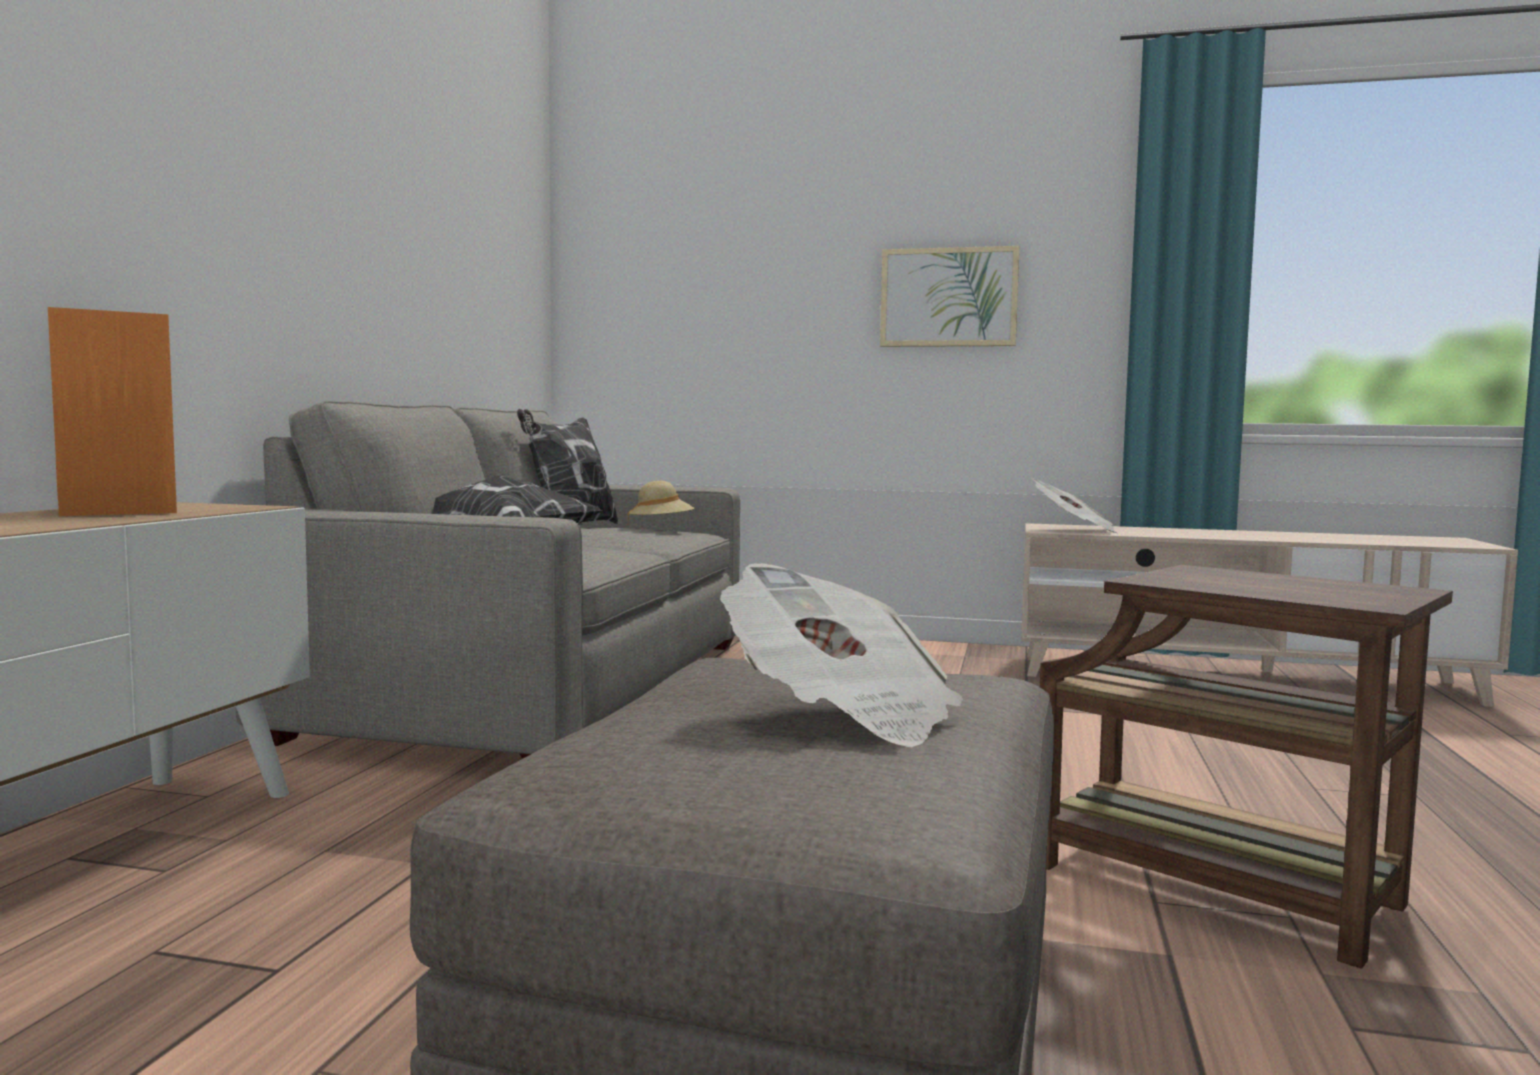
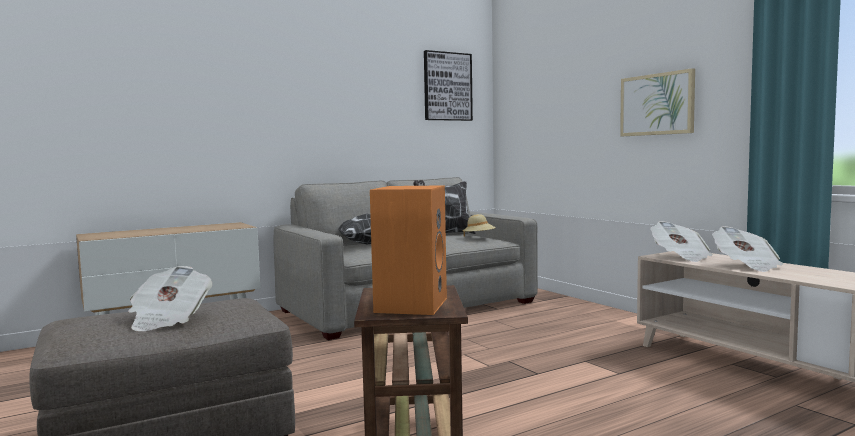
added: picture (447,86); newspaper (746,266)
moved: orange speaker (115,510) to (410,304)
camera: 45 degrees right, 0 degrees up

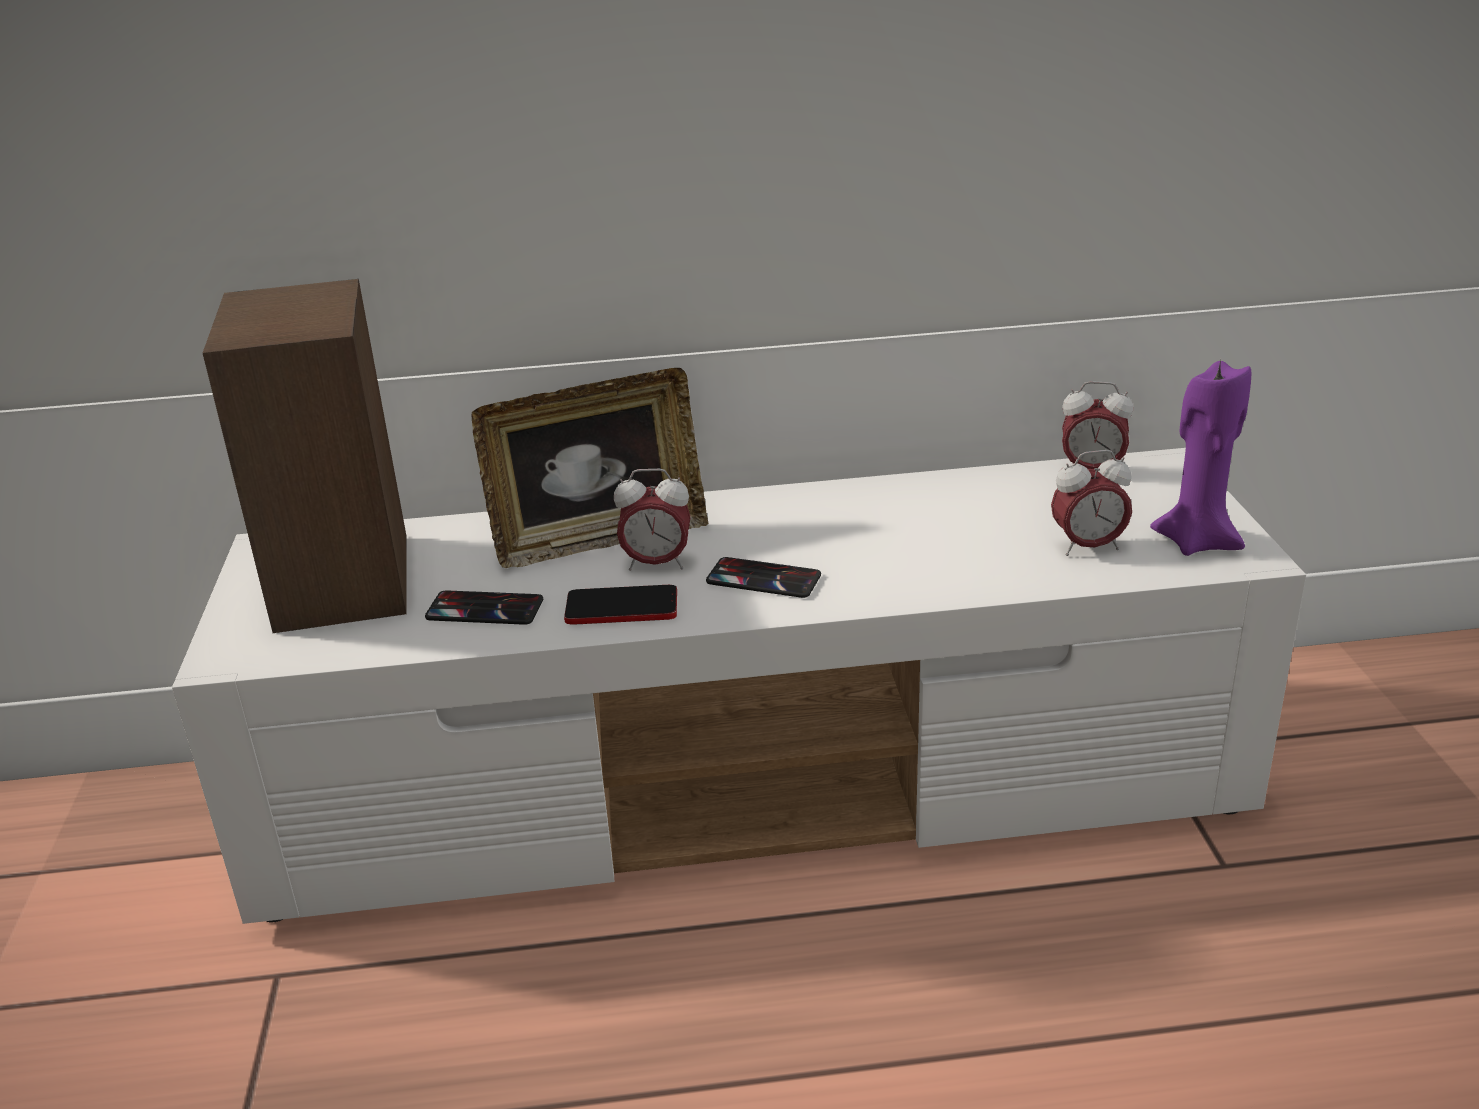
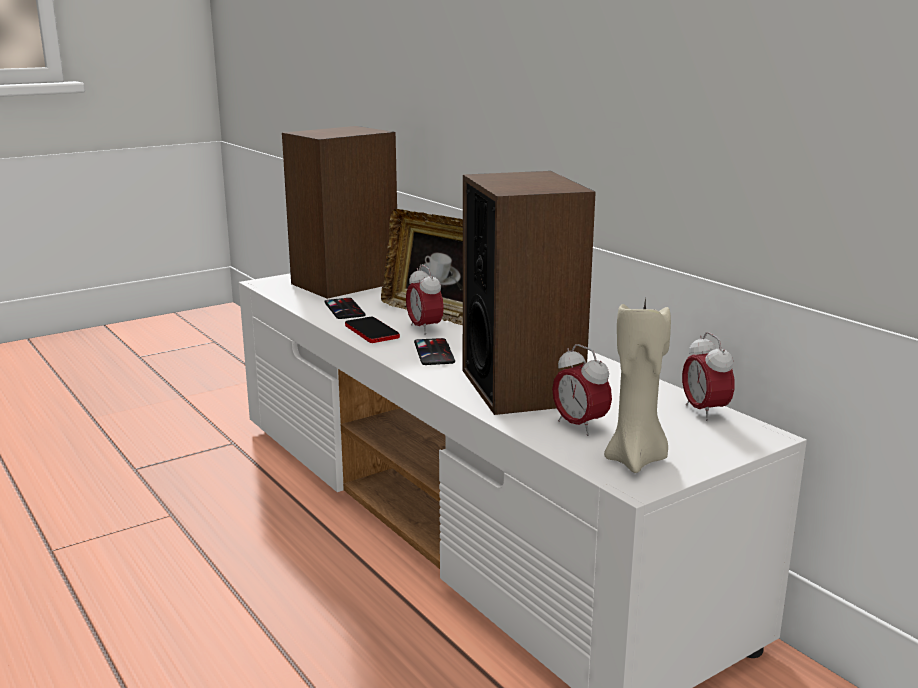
added: speaker (521,387)
recoloured: purple candle (1196,542) to beige candle (636,460)
camera: 60 degrees right, 10 degrees down

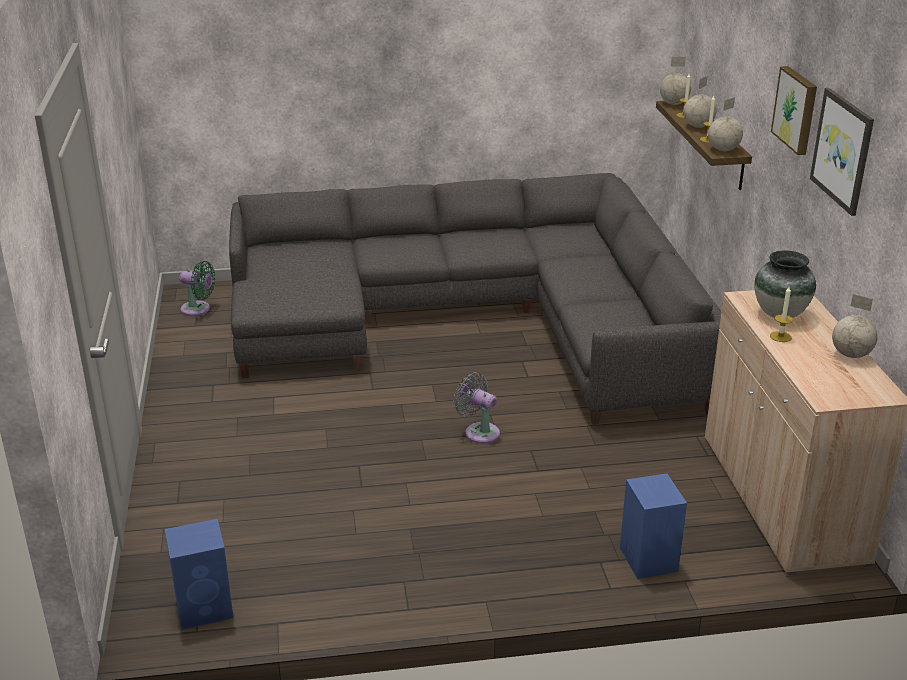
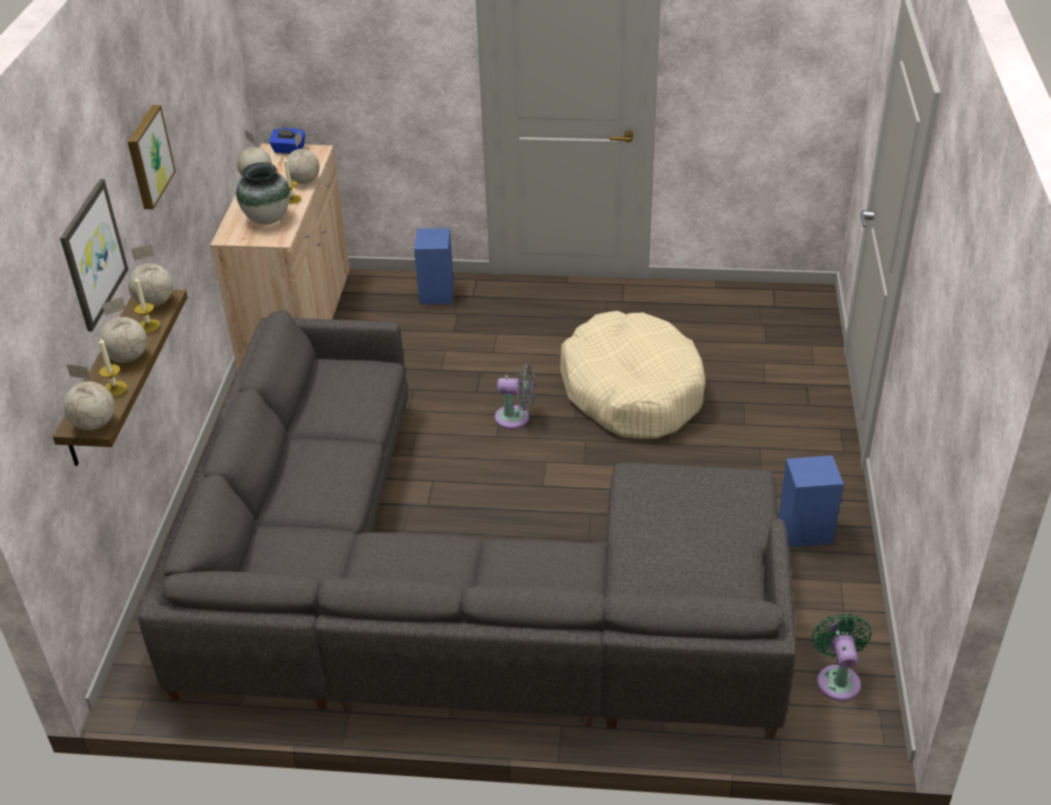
added: blue tissue box (289,150); globe (305,181); beige dog bed (632,391)
moved: picture (843,150) to (92,254); blue speaker (206,608) to (803,531)
turned: grey fan (479,432) = (516,418) 45 degrees counterclockwise; green fan (198,309) = (837,679) 60 degrees clockwise
camera: 165 degrees left, 10 degrees up

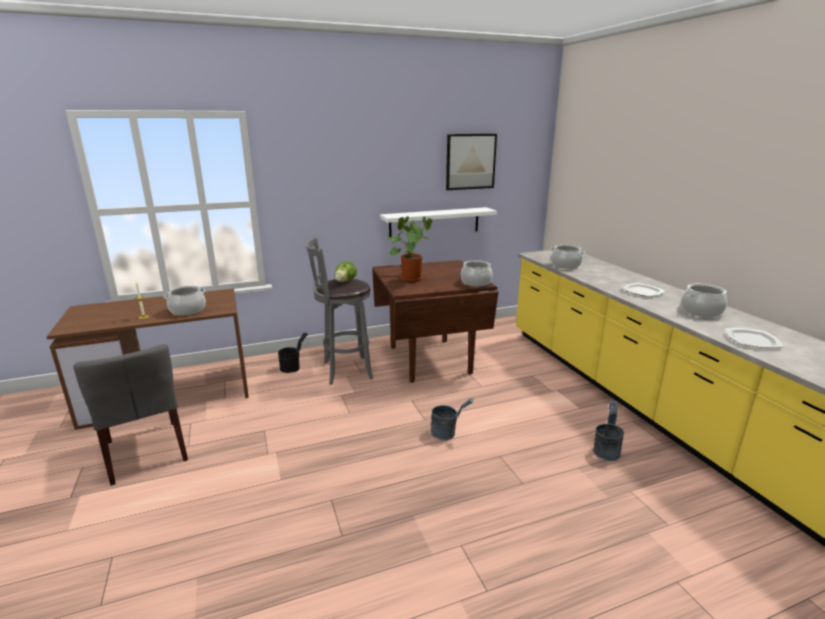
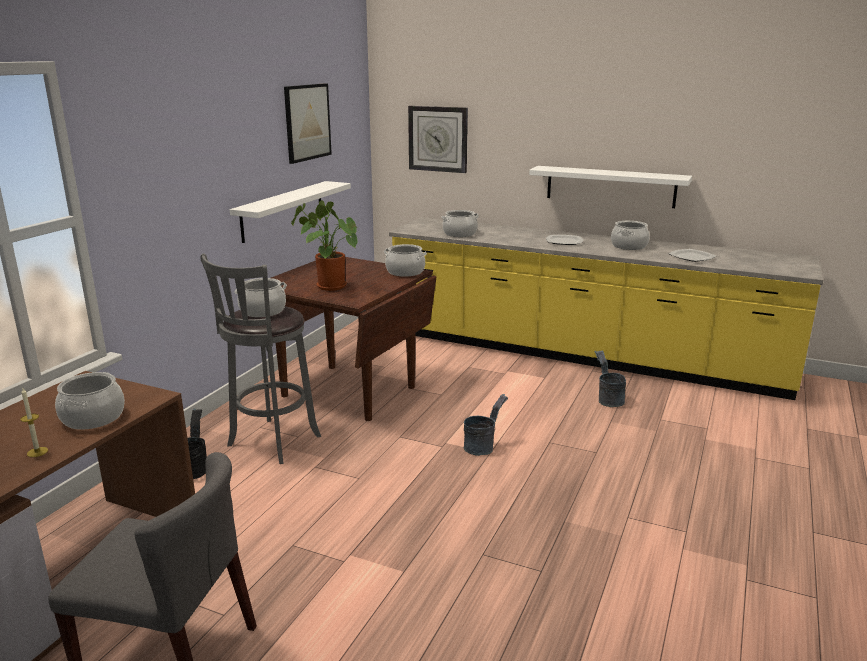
added: wall clock (438,139); white shelf (610,186)
replaced: lettuce (345,282) to cooking pot (263,311)
camera: 45 degrees left, 0 degrees up

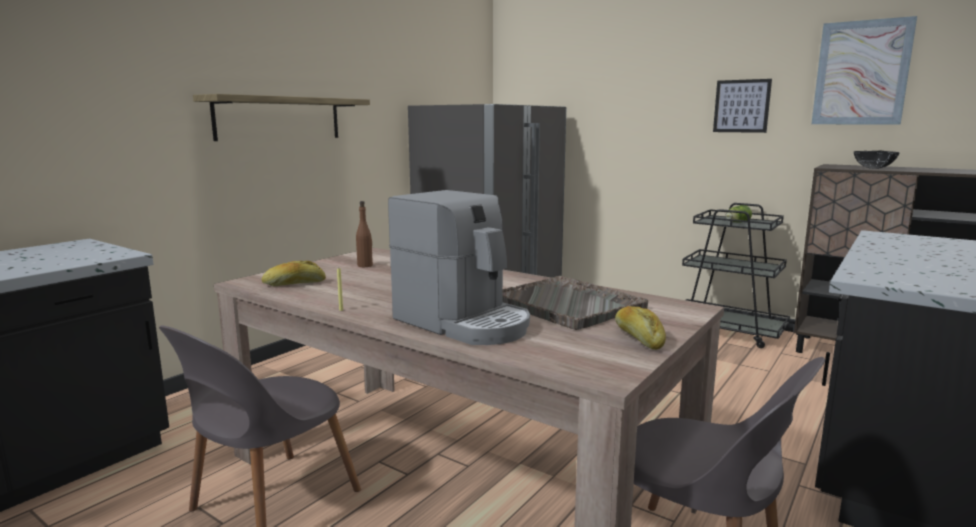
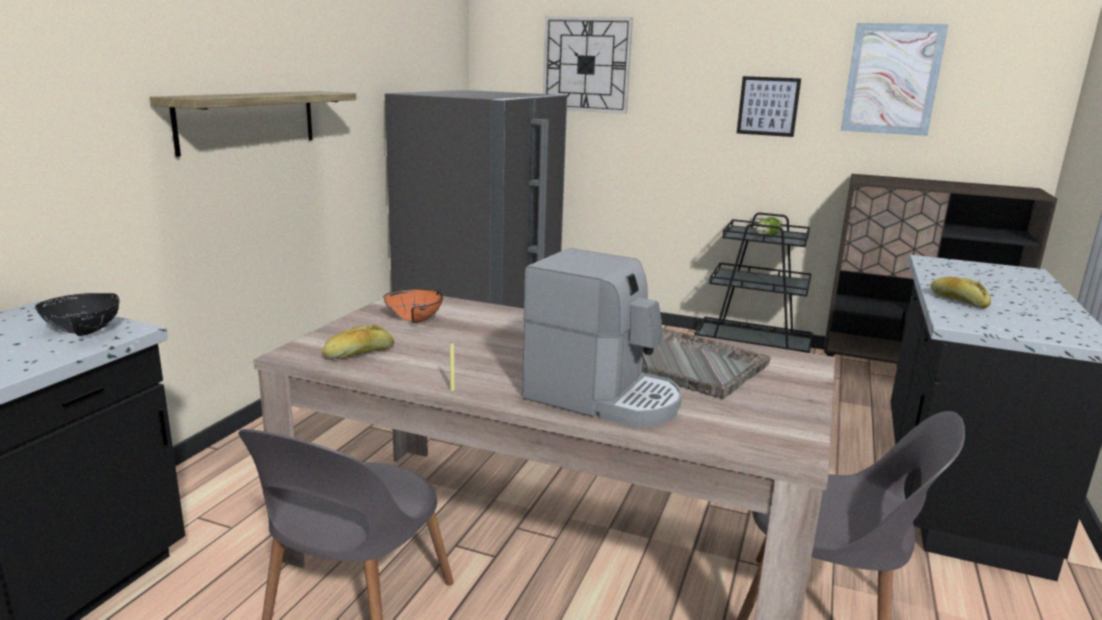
added: wall clock (586,65)
moved: black bowl (874,168) to (89,331); bread (639,338) to (957,301)
replaced: brown bottle (365,265) to orange bowl (418,319)
camera: 15 degrees left, 5 degrees up

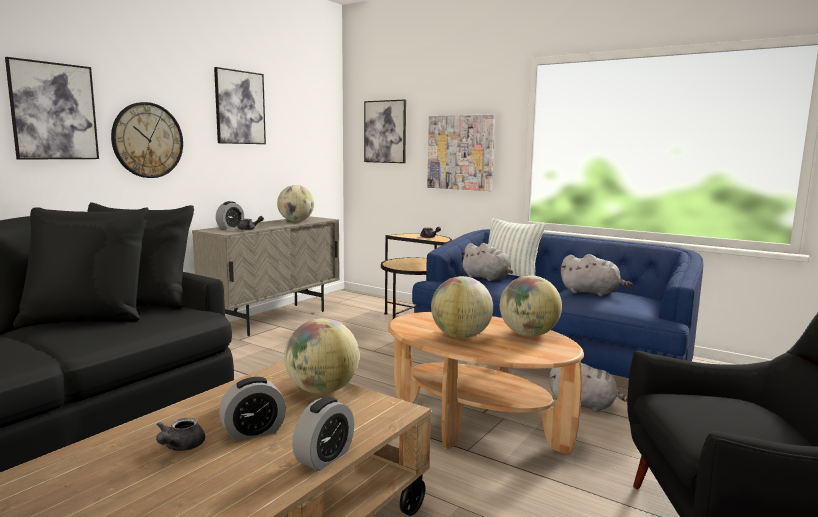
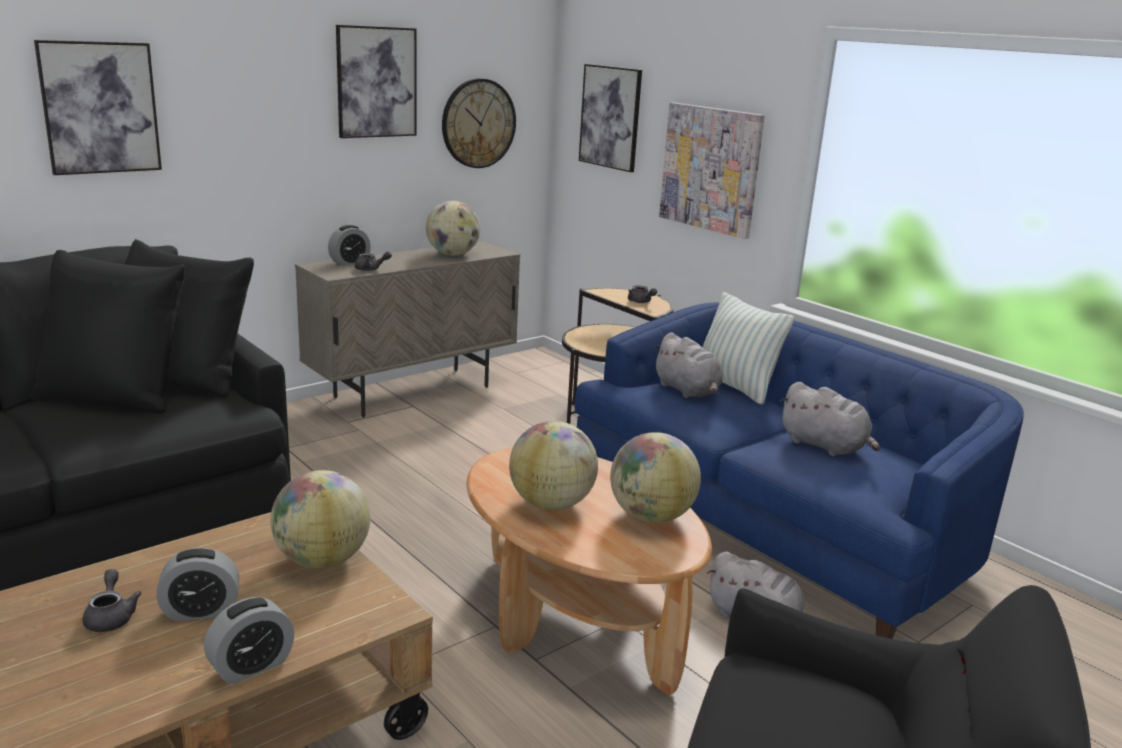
moved: wall clock (147,140) to (478,123)
turned: grey teapot (180,447) = (111,616) 135 degrees clockwise
camera: 15 degrees right, 10 degrees up

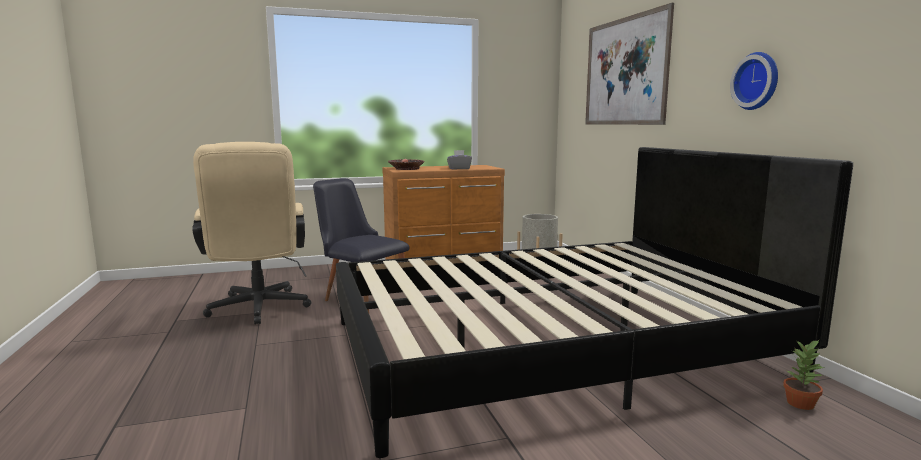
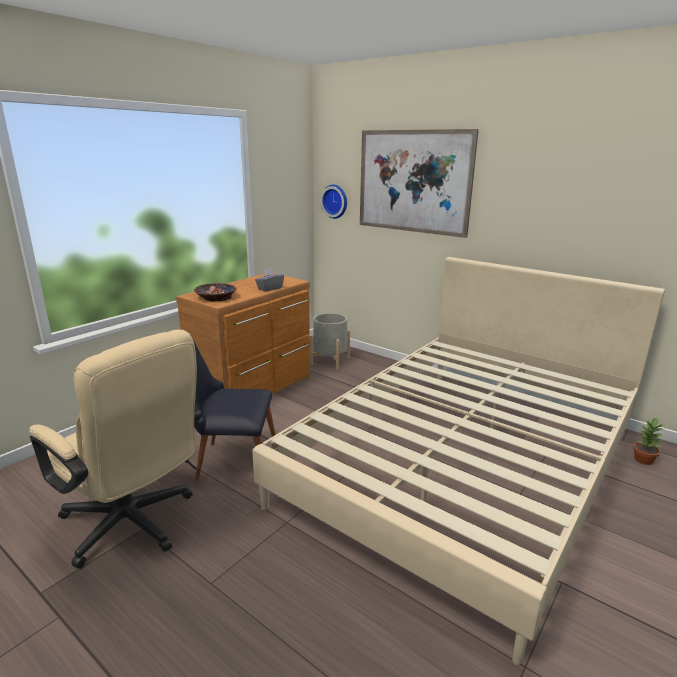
moved: wall clock (757,81) to (335,201)
recoloured: black bed (551,348) to beige bed (465,466)
camera: 35 degrees left, 10 degrees up

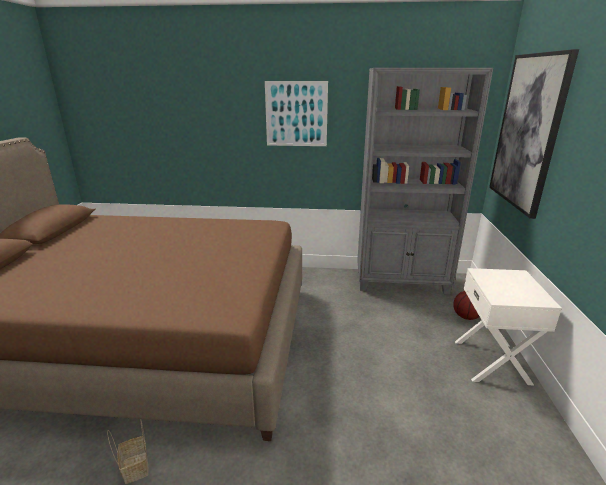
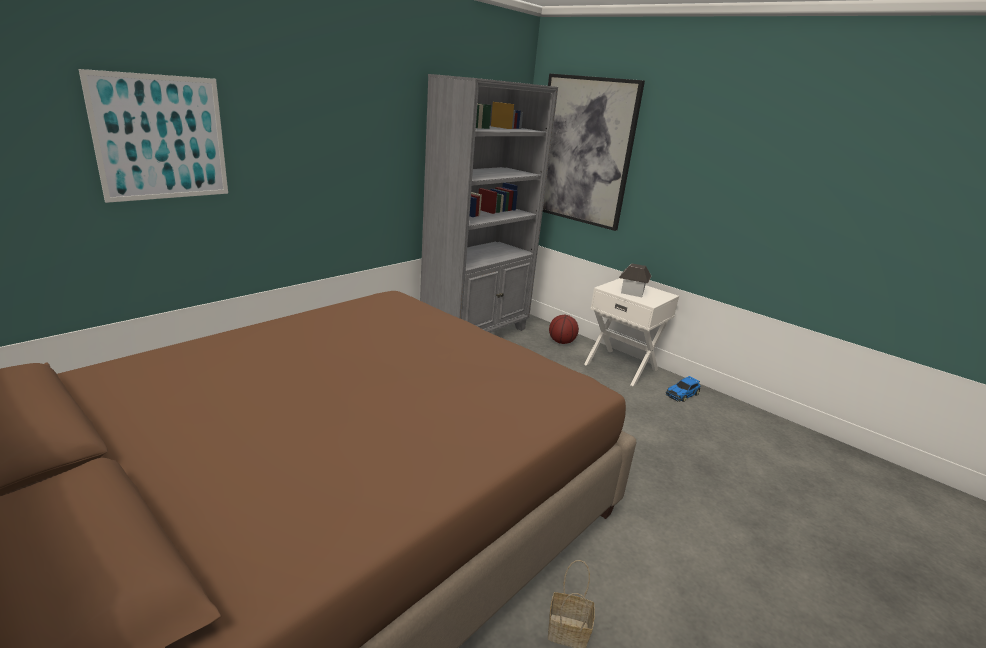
added: toy house (632,291); toy car (682,394)
moved: picture (296,114) to (161,138)
camera: 55 degrees left, 0 degrees up

